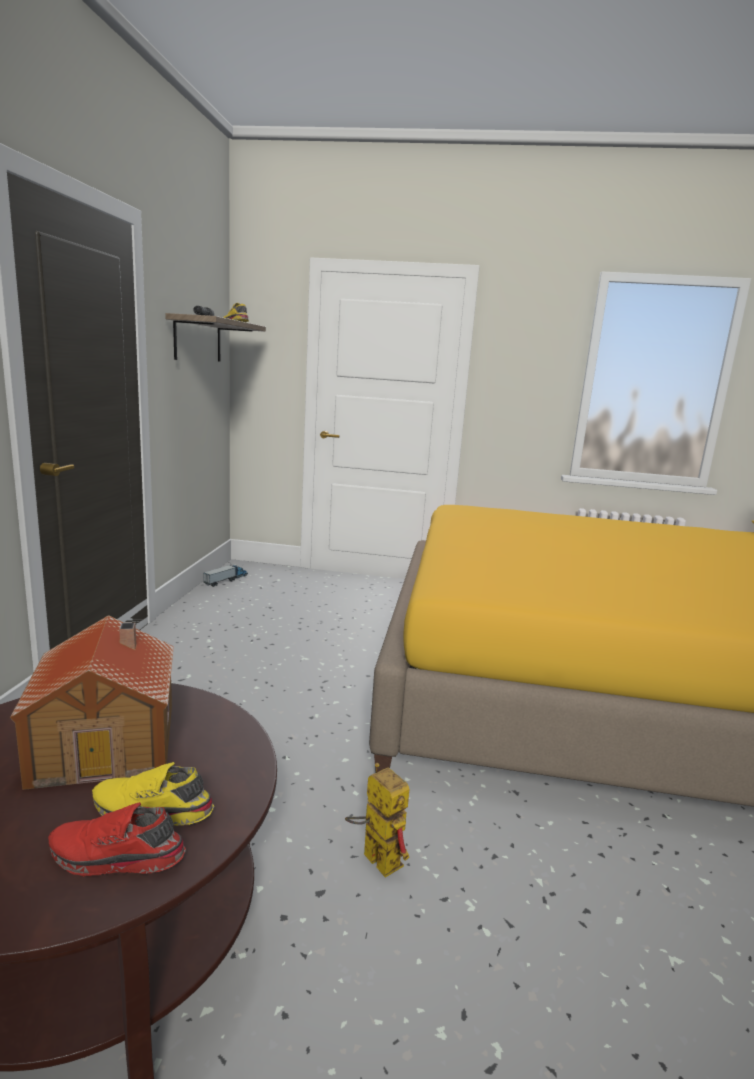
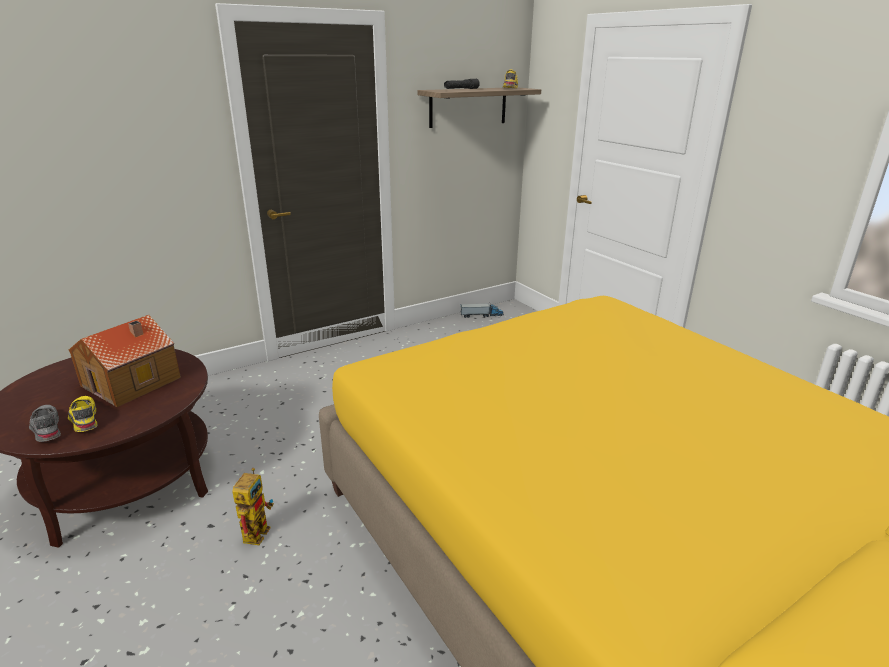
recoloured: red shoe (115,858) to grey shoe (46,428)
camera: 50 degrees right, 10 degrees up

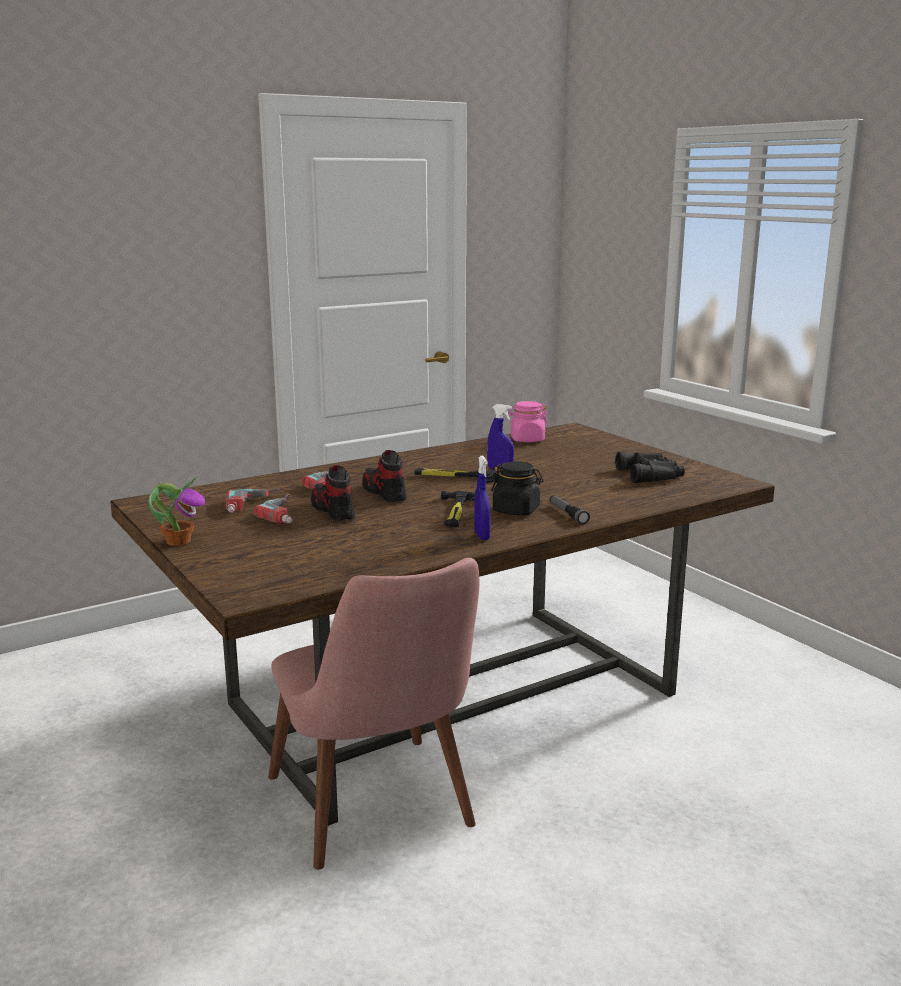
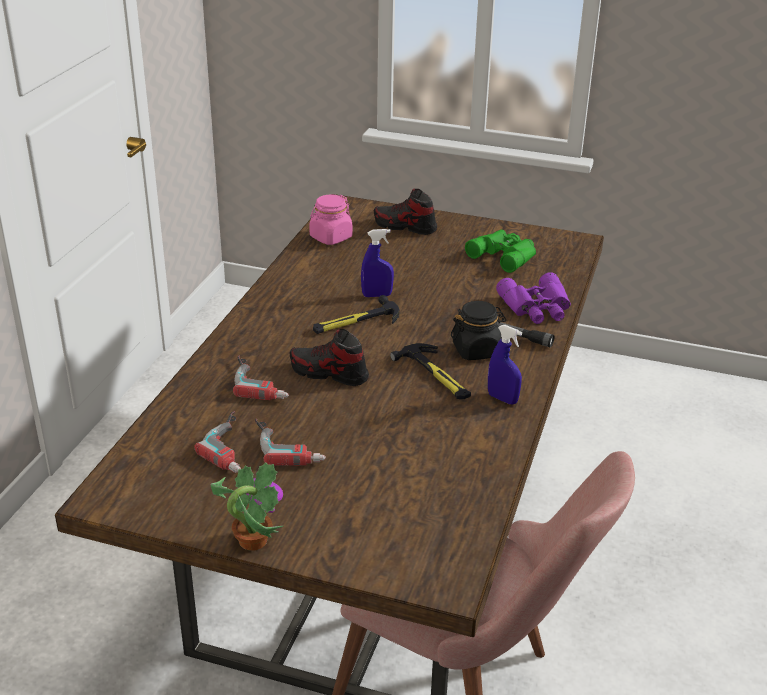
added: purple binoculars (537,307)
moved: shoe (333,510) to (405,226)
recoloured: black binoculars (651,475) to green binoculars (505,255)
camera: 40 degrees left, 15 degrees up

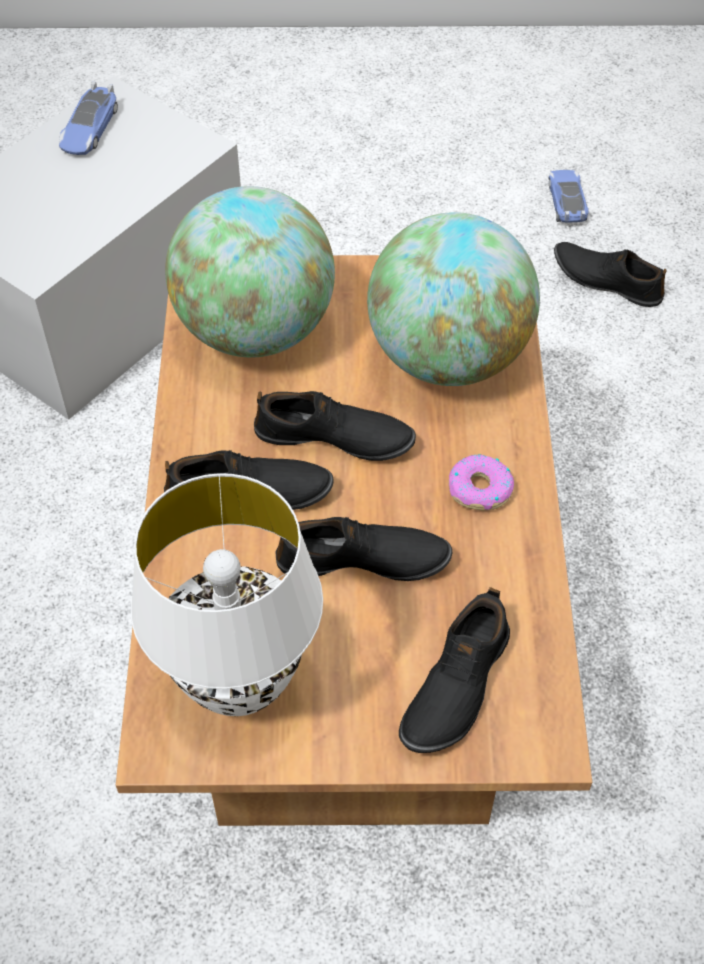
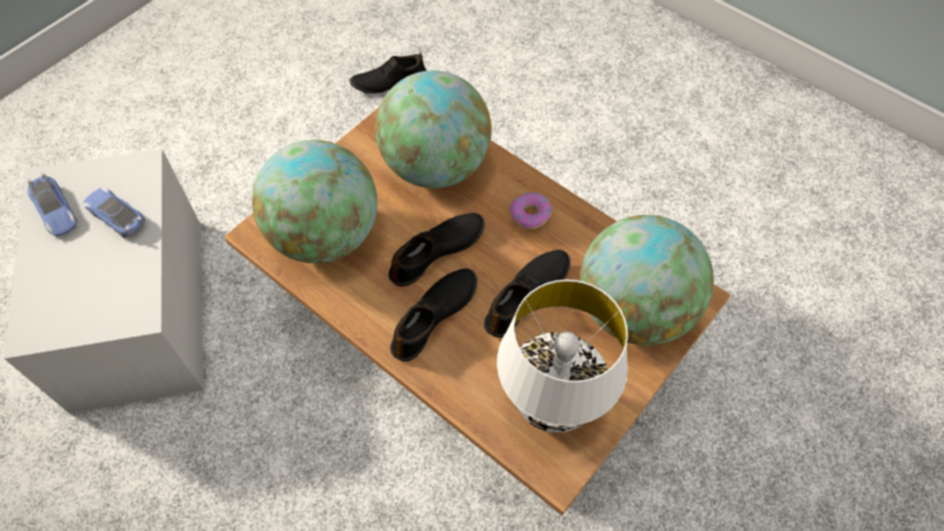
moved: toy car (566,201) to (116,215)
replaced: black shoe (454,685) to globe (634,310)
camera: 50 degrees left, 5 degrees up

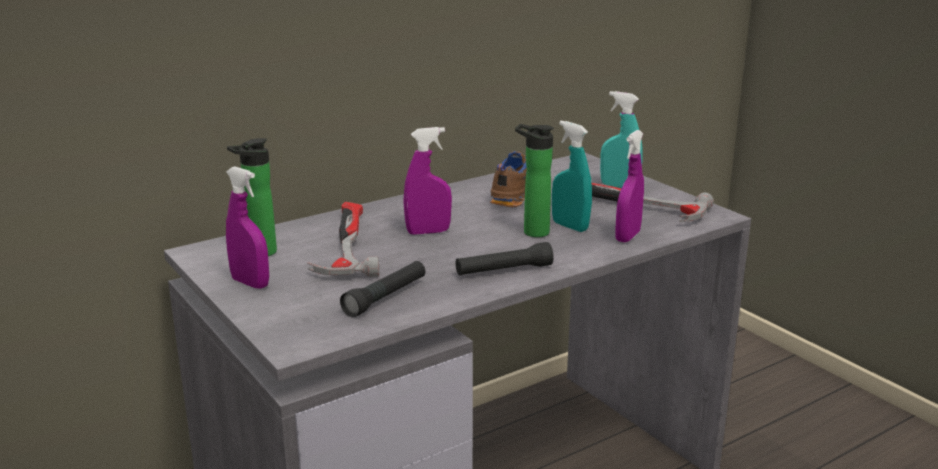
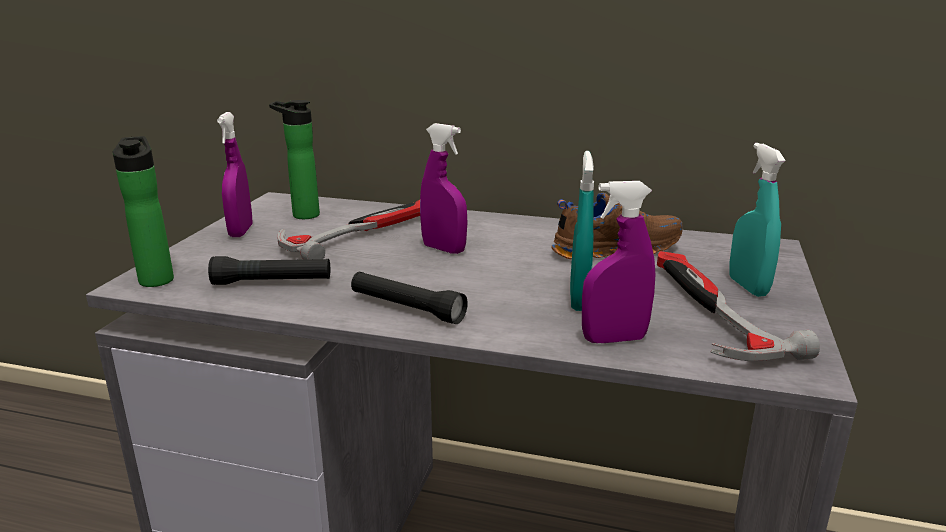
moved: bottle (532,232) to (156,278)
camera: 50 degrees right, 0 degrees up

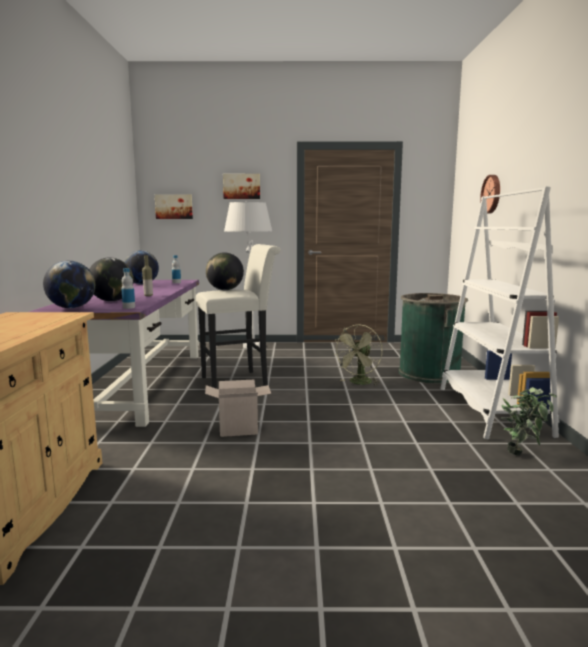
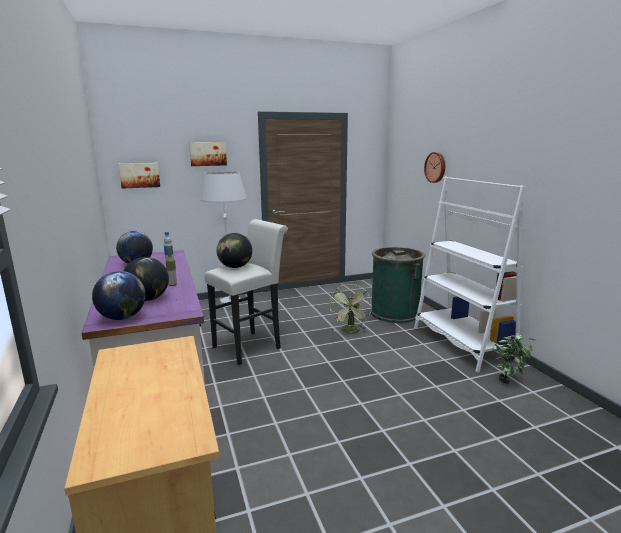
removed: bottle (129,307); cardboard box (239,429)
camera: 20 degrees left, 5 degrees up

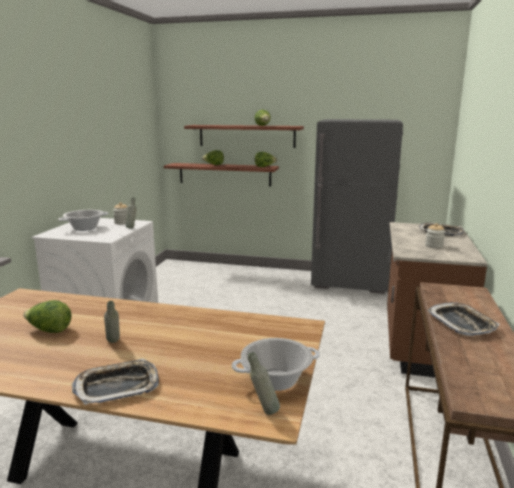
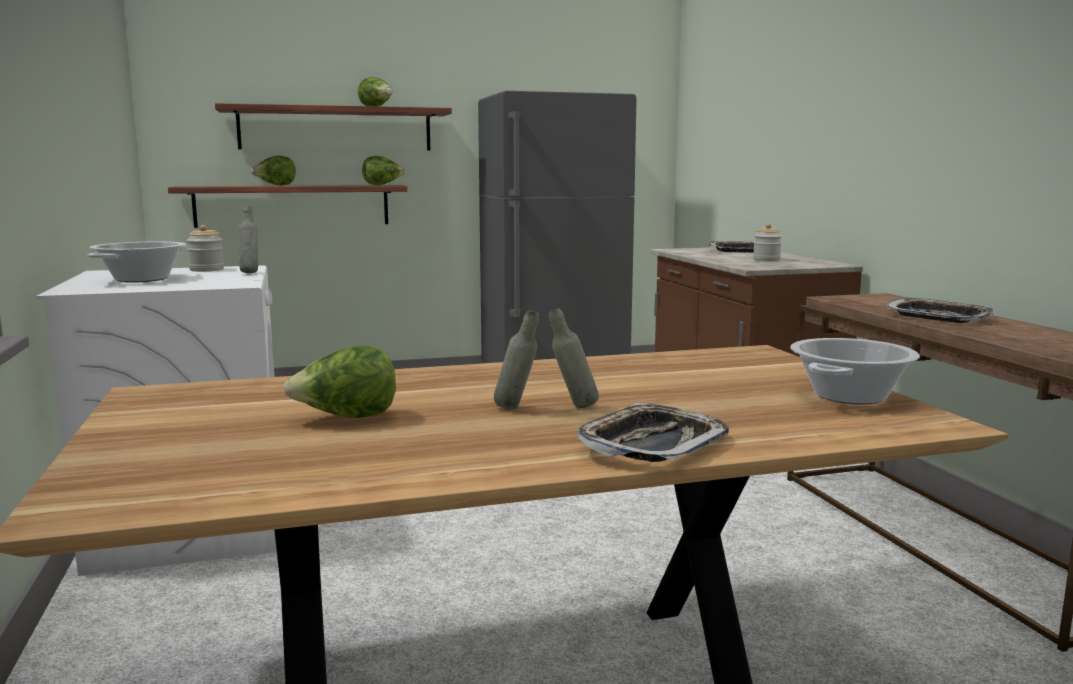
moved: grey bottle (263,411) to (573,408)
camera: 30 degrees left, 5 degrees down

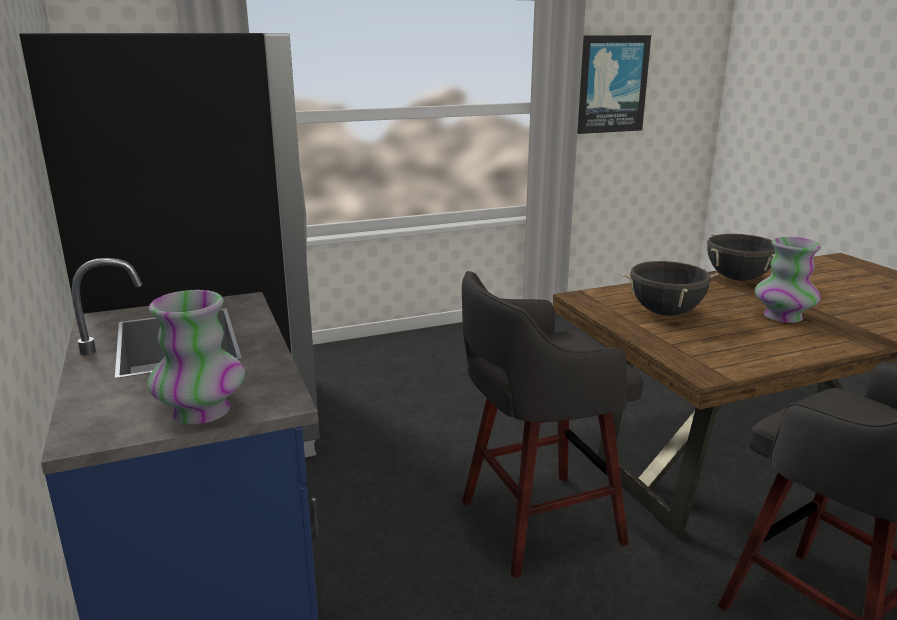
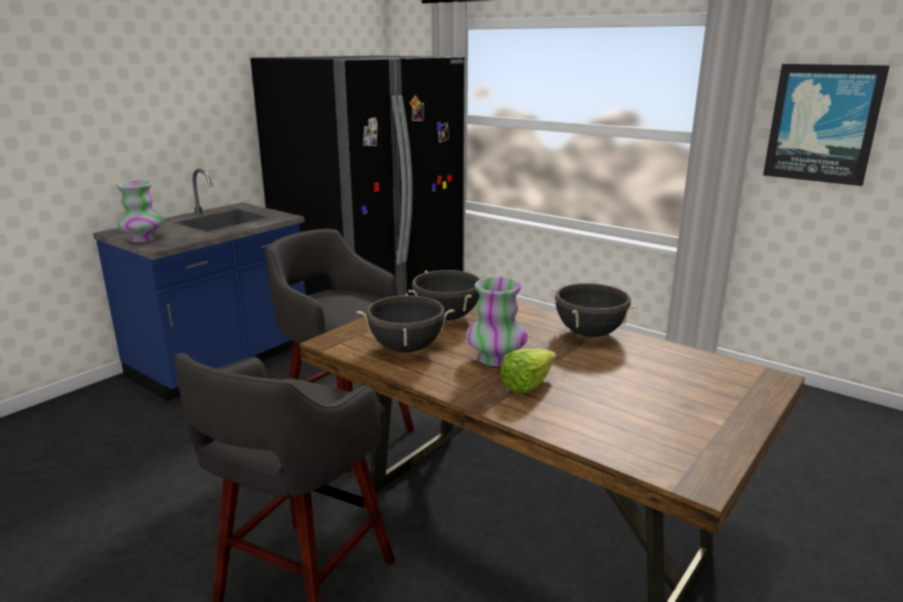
added: black cooking pot (406,349); lettuce (532,384)
camera: 60 degrees right, 0 degrees up

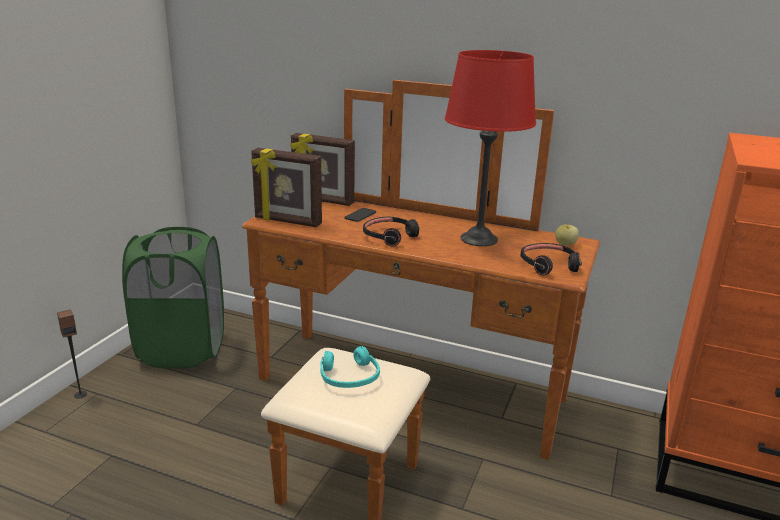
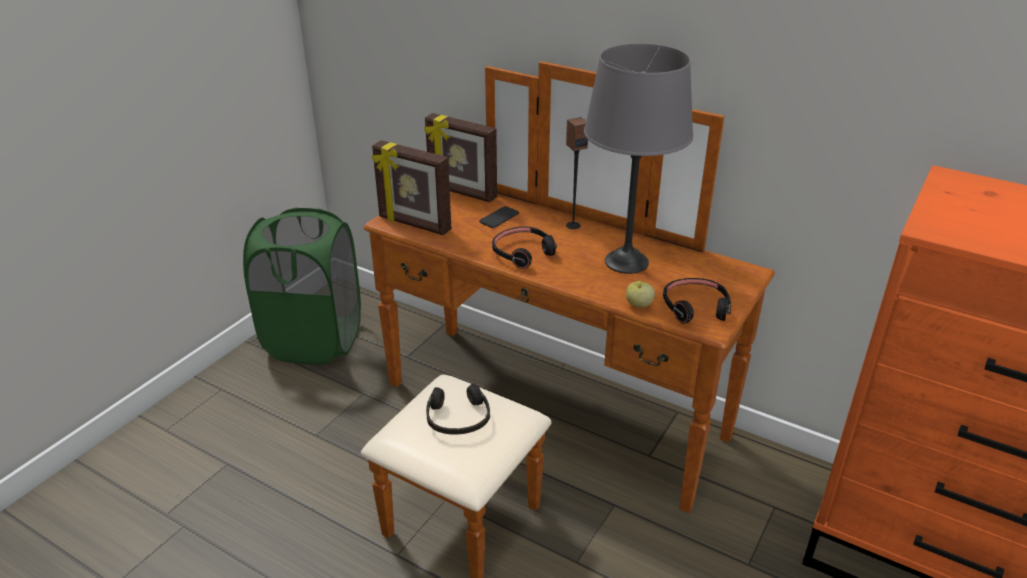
moved: speaker (80,394) to (573,225); apple (565,244) to (638,305)
recoloured: turquoise headphones (349,377) to black headphones (458,418); red table lamp (478,239) to grey table lamp (626,261)
camera: 10 degrees right, 10 degrees up

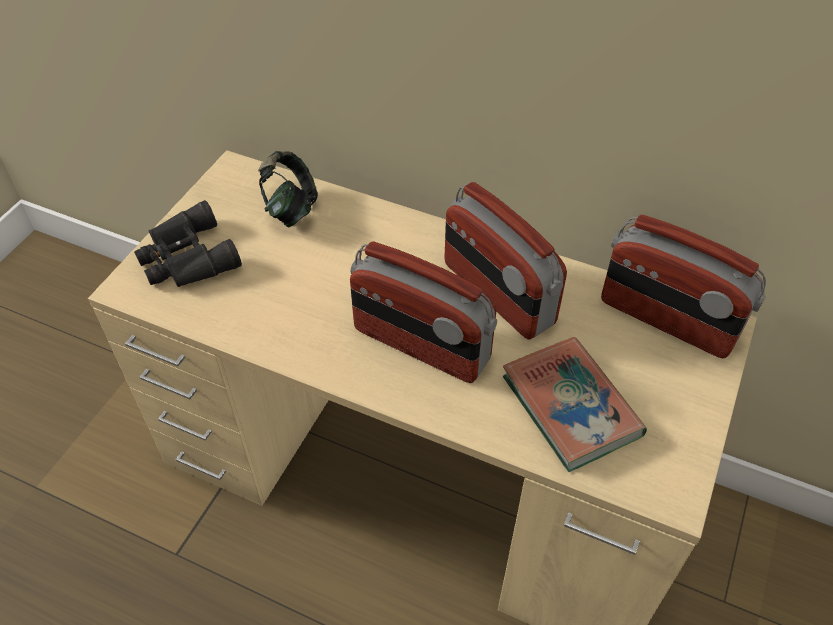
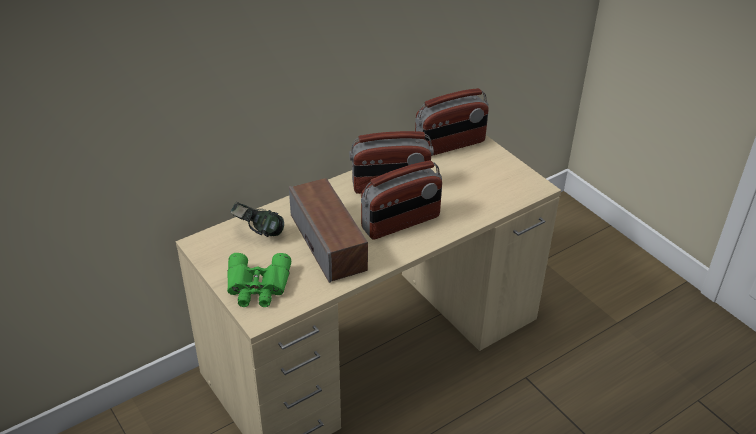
removed: book (571,407)
added: speaker (328,242)
recoloured: black binoculars (186,258) to green binoculars (258,287)
camera: 60 degrees left, 10 degrees down

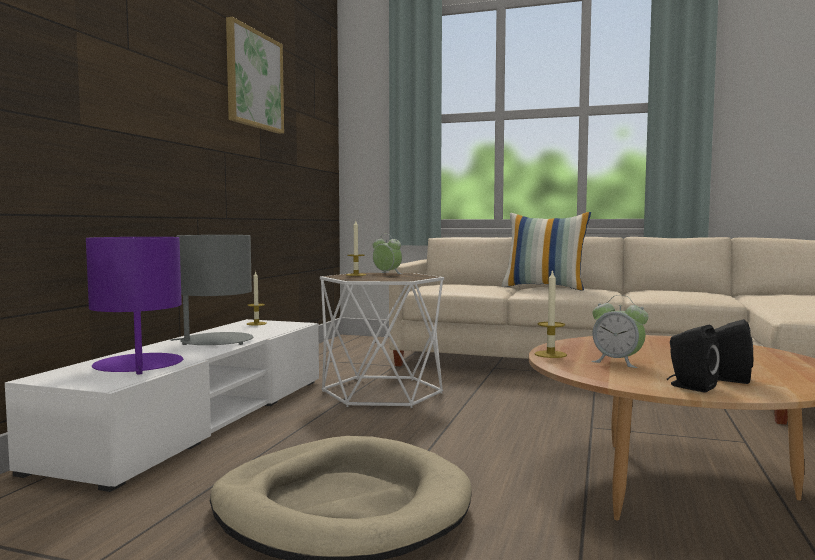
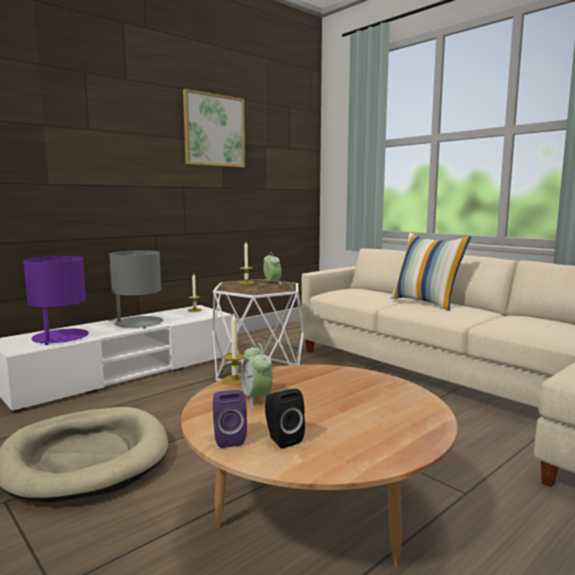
recoloured: black speaker (690,387) to purple speaker (228,439)
camera: 30 degrees right, 5 degrees up

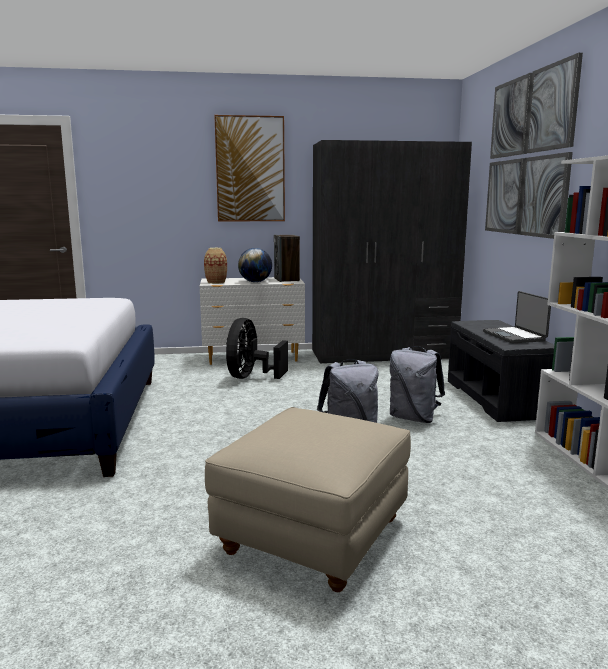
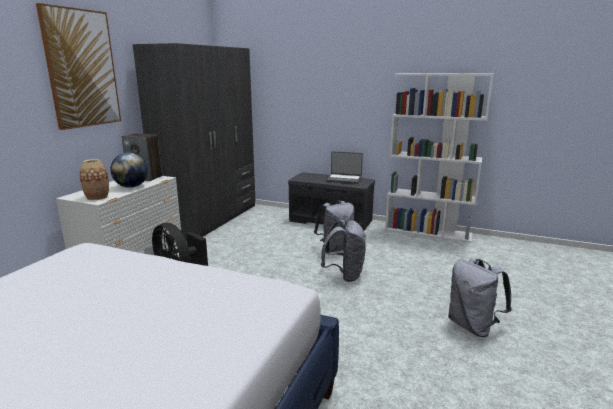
removed: picture (527,155)
replaced: beige ottoman (313,537) to grey backpack (473,326)
camera: 60 degrees left, 5 degrees up

